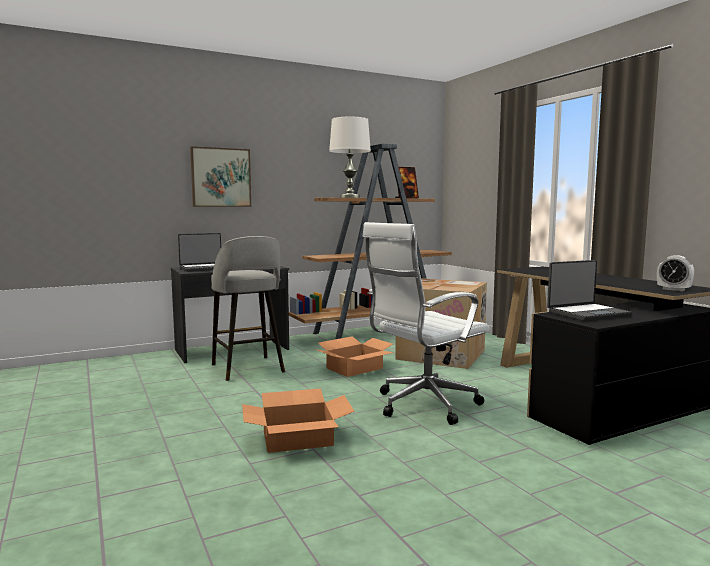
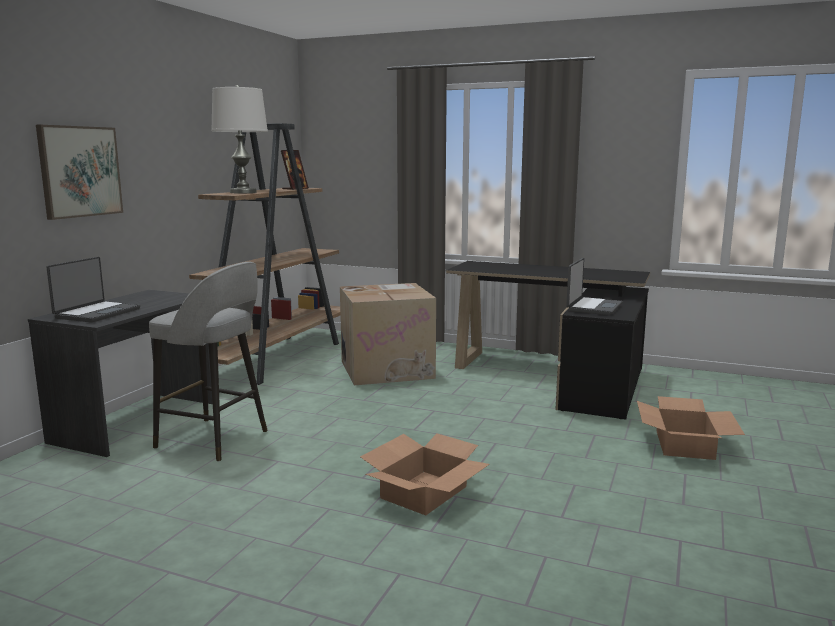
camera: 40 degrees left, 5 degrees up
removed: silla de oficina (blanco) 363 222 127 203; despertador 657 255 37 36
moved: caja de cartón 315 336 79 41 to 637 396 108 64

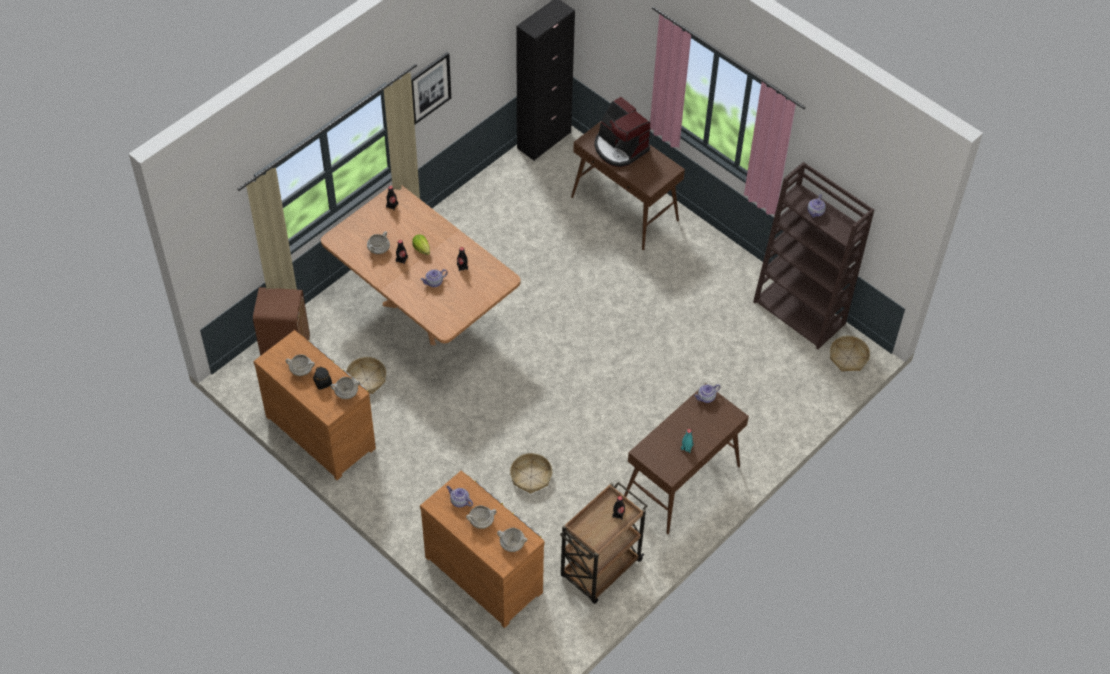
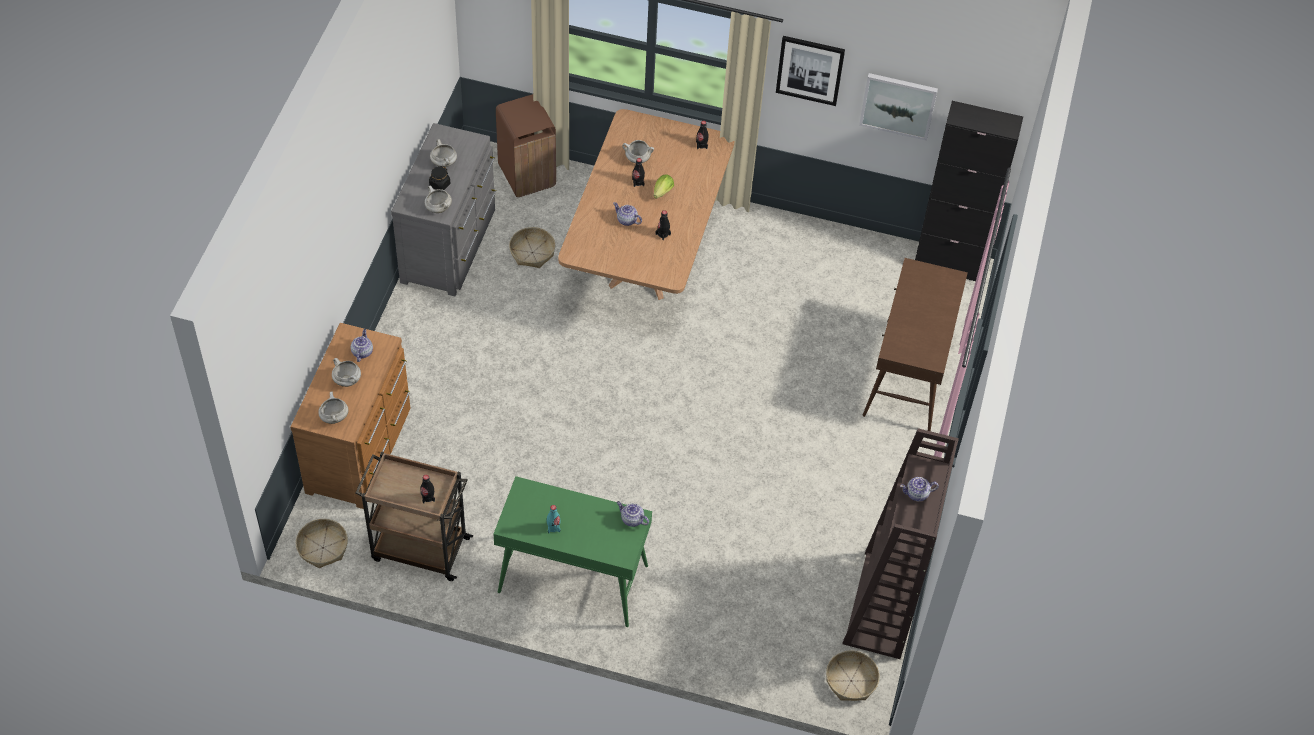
camera: 60 degrees right, 0 degrees up
removed: cafetera 594 97 57 70
added: cuadro 859 73 79 68
moved: cesta 510 453 42 41 to 296 519 52 49
recoloured: cómoda (marrón) 254 330 122 150 to cómoda (gris) 391 123 105 173; mesa consola (marrón) 624 383 125 151 to mesa consola (verde) 493 476 159 151

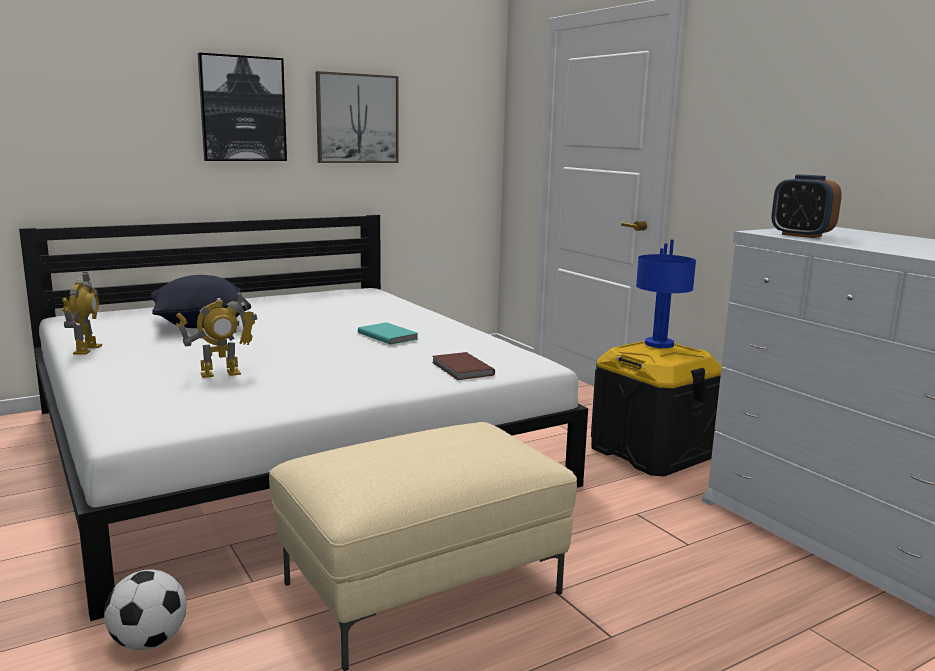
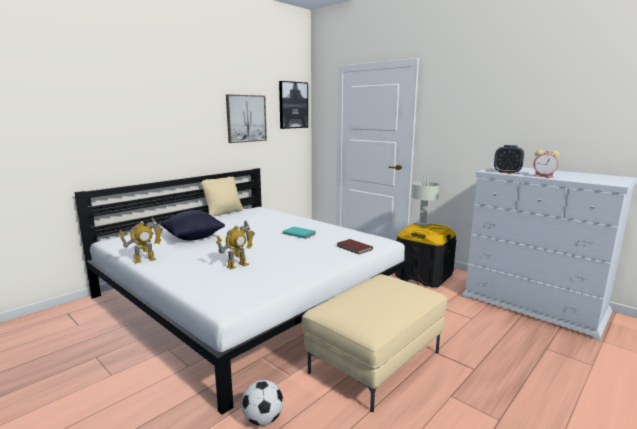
camera: 15 degrees left, 0 degrees up
added: cojín (beis) 200 177 43 39; despertador 533 150 27 28
moved: cuadro 197 53 90 108 to 279 81 29 48
recoloured: lámpara de mesa (azul) 636 239 60 109 to lámpara de mesa (gris) 411 175 29 51
turned: robot de juguete 62 272 40 82 = 119 217 44 46 75 degrees clockwise

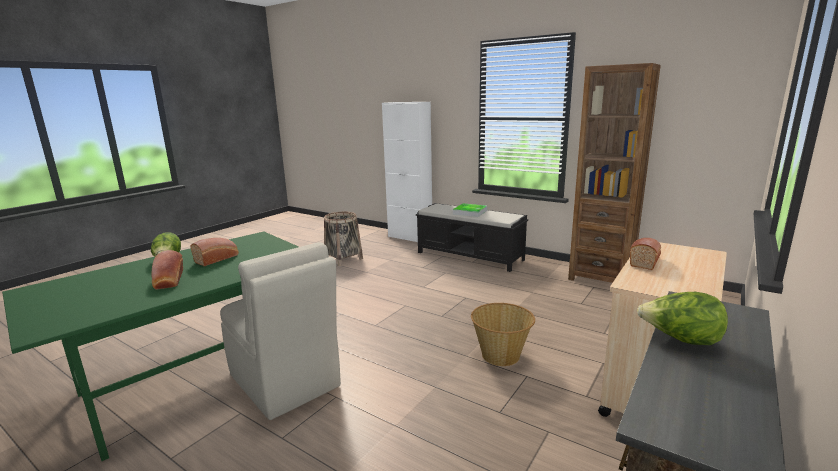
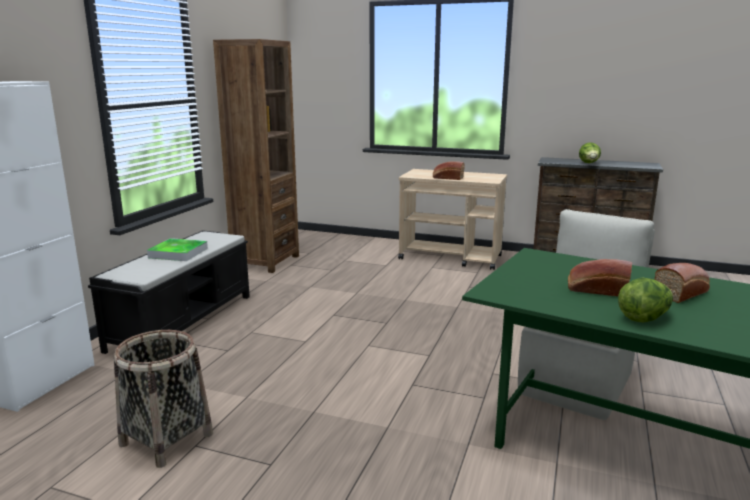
camera: 105 degrees left, 0 degrees up
removed: cesta 471 303 64 63

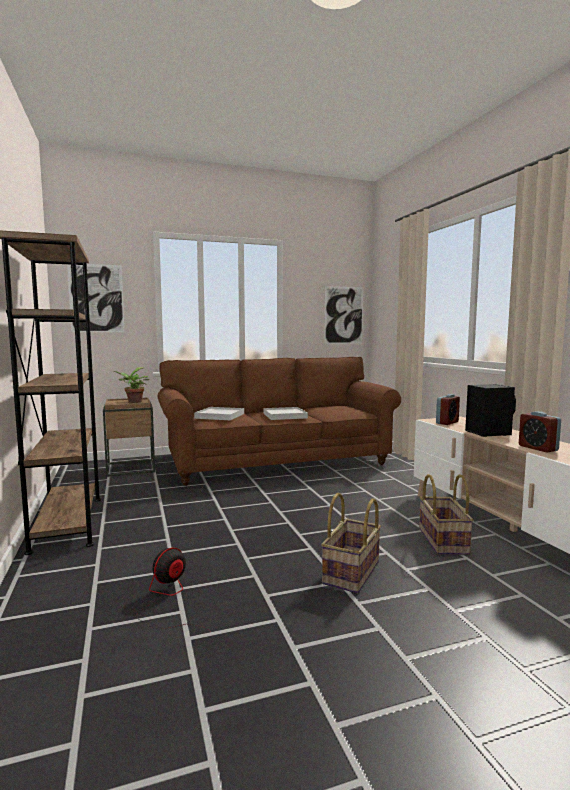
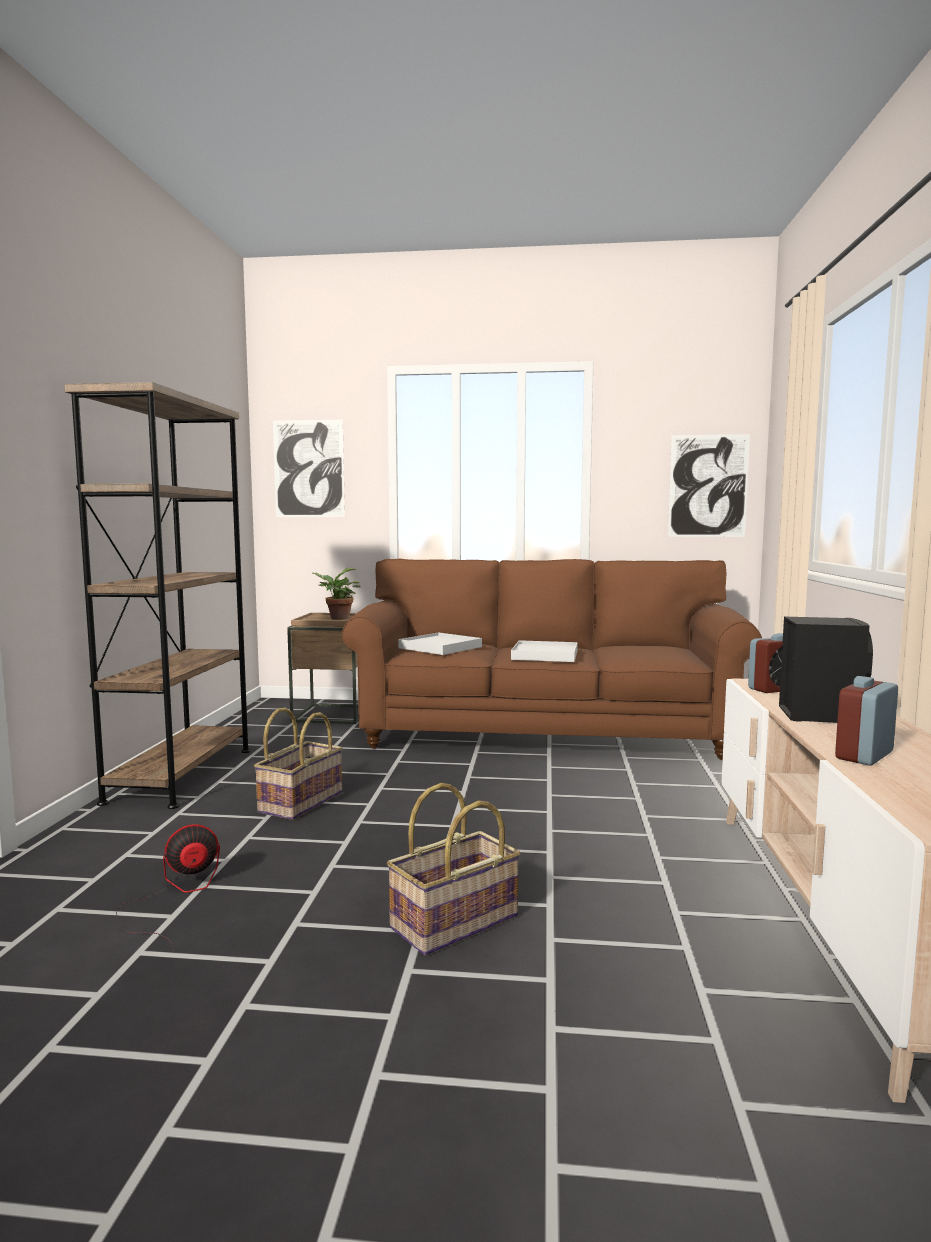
camera: 25 degrees right, 0 degrees up
moved: cesta 419 474 54 81 to 254 708 89 112
turned: despertador 519 411 42 42 = 835 676 63 90 45 degrees clockwise

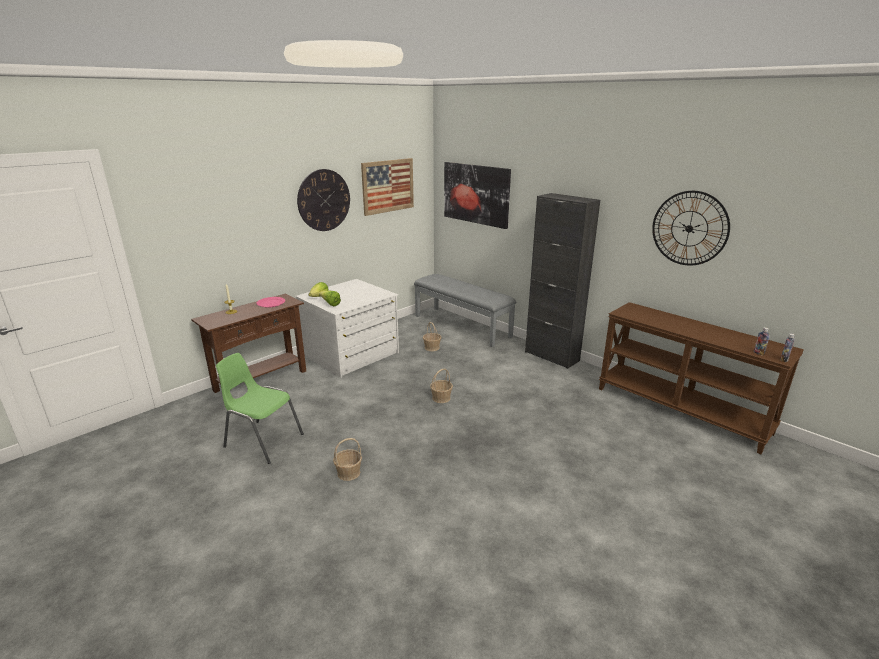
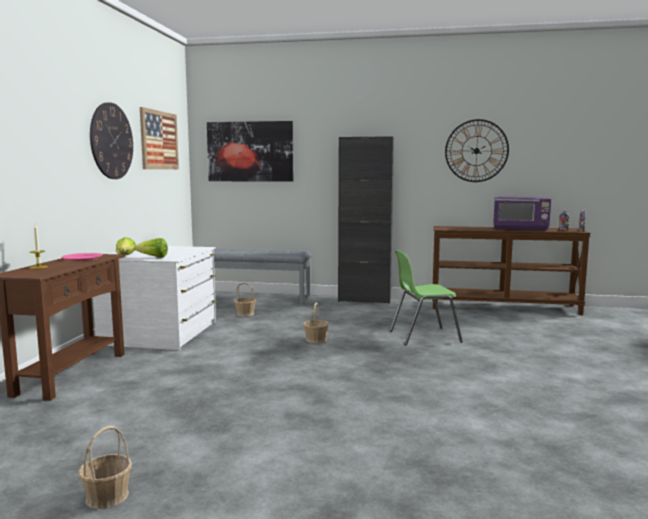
camera: 35 degrees left, 15 degrees down
added: microondas (morado) 493 196 58 35
moved: cesta 333 438 29 43 to 78 426 54 83; silla (verde) 216 353 88 111 to 390 250 73 96

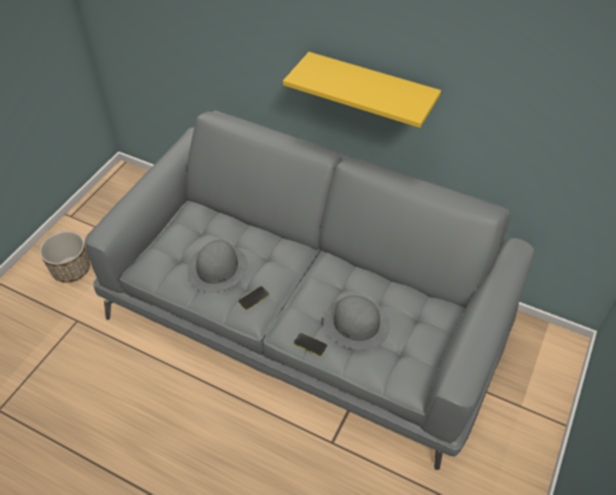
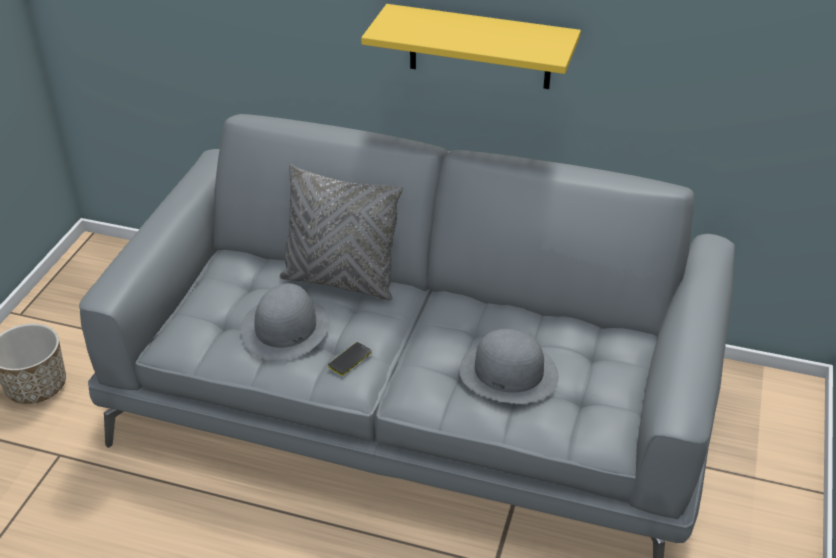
camera: 10 degrees left, 10 degrees down
removed: móvil 294 333 33 23
added: cojín (gris) 280 164 123 136

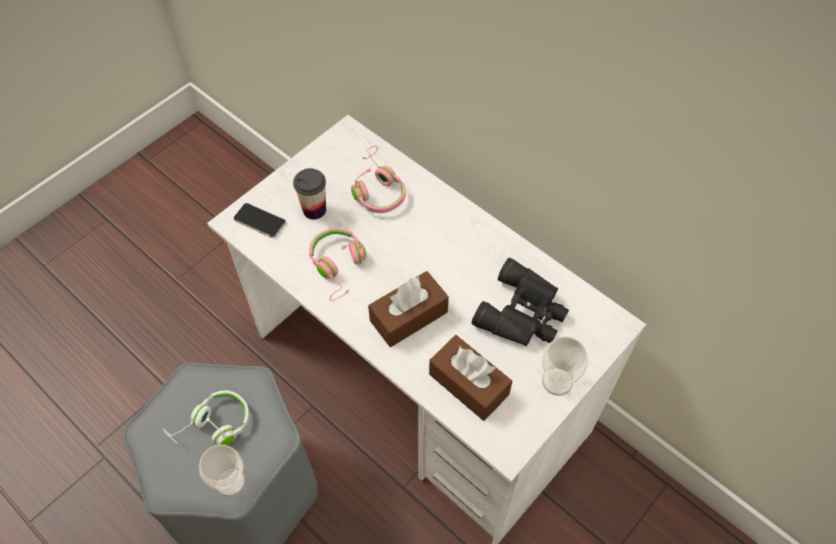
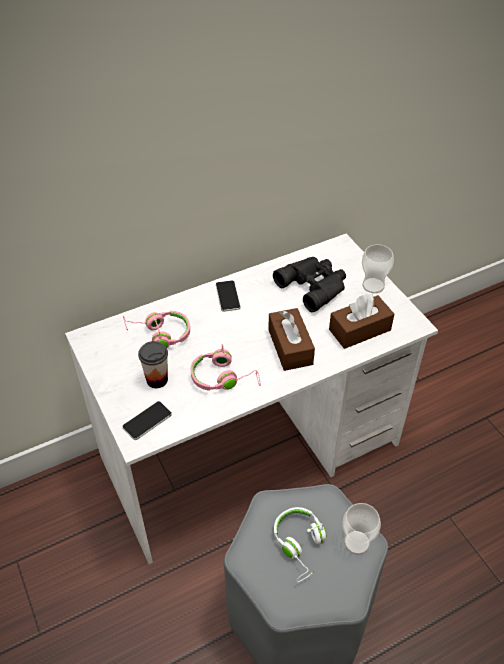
camera: 70 degrees left, 10 degrees down
added: móvil 216 280 25 32

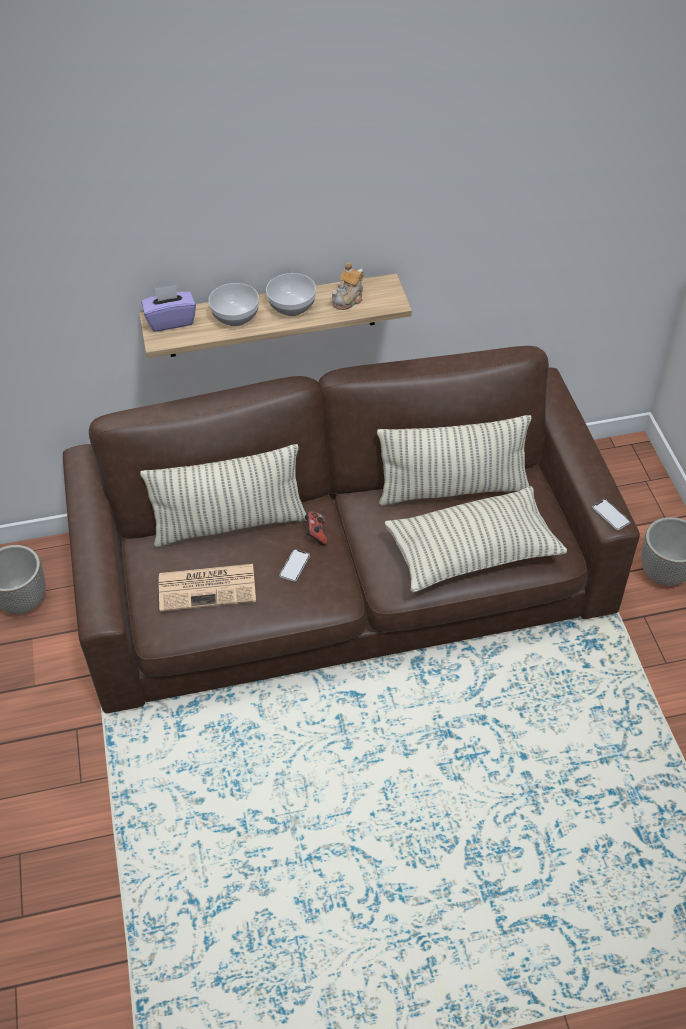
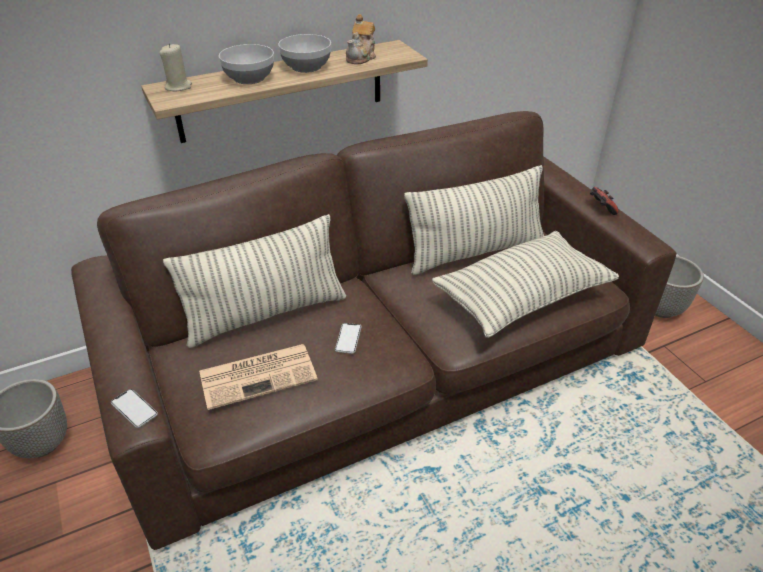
camera: 15 degrees left, 10 degrees down
moved: móvil 592 499 38 31 to 111 389 47 39; mando de consola 304 512 23 33 to 590 187 28 28
replaced: caja de pañuelos (morado) 141 285 55 47 to vela (beis) 159 43 33 48

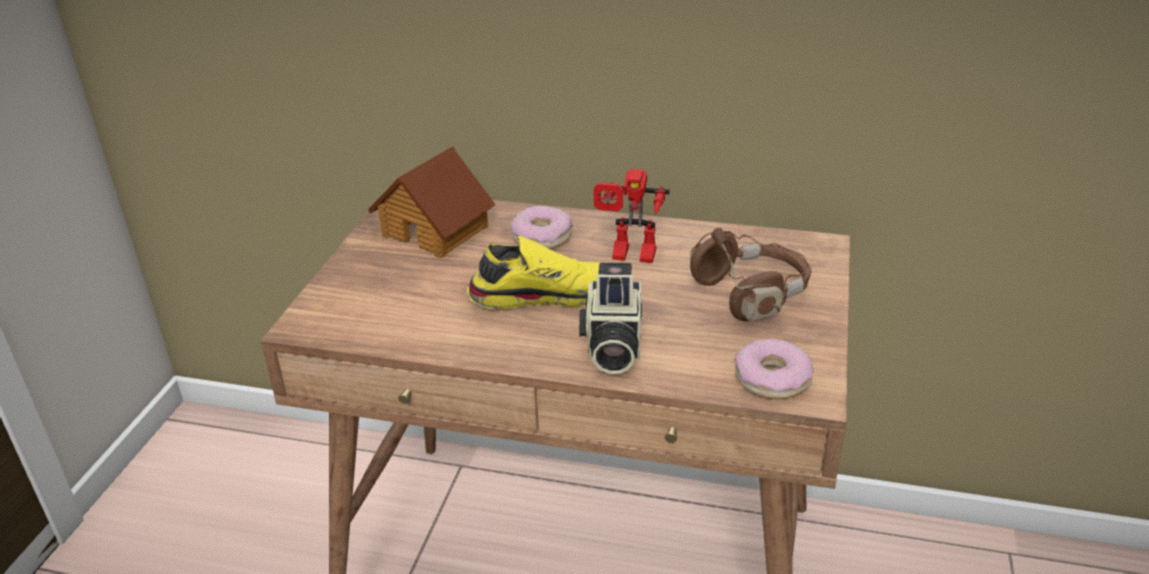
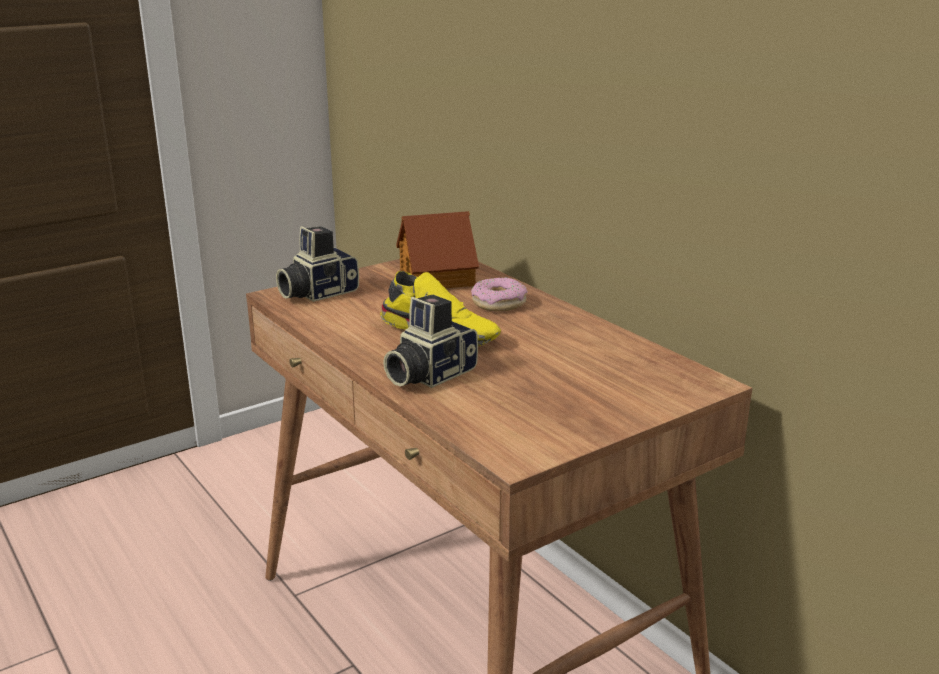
camera: 40 degrees right, 10 degrees down
removed: robot de juguete 594 169 76 94; auriculares (marrón) 690 228 122 93; rosquilla 734 338 80 61
added: cámara 276 226 83 76

